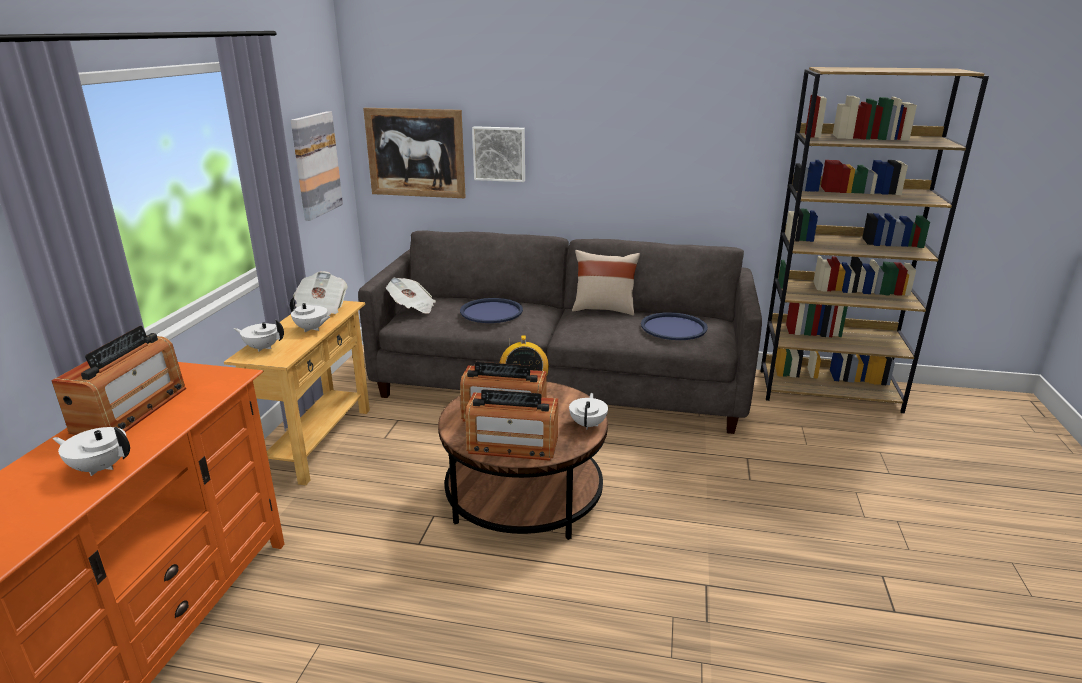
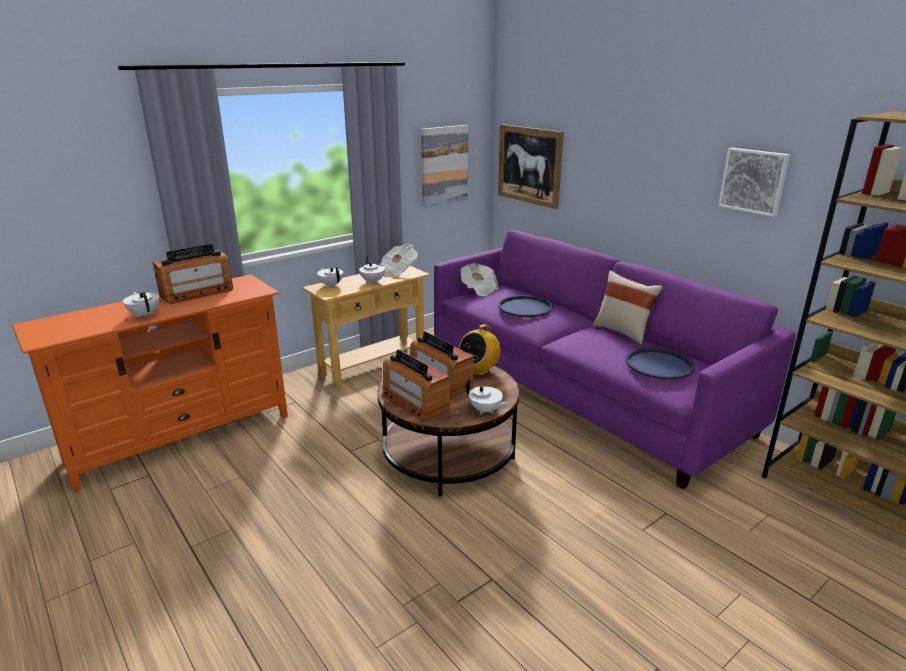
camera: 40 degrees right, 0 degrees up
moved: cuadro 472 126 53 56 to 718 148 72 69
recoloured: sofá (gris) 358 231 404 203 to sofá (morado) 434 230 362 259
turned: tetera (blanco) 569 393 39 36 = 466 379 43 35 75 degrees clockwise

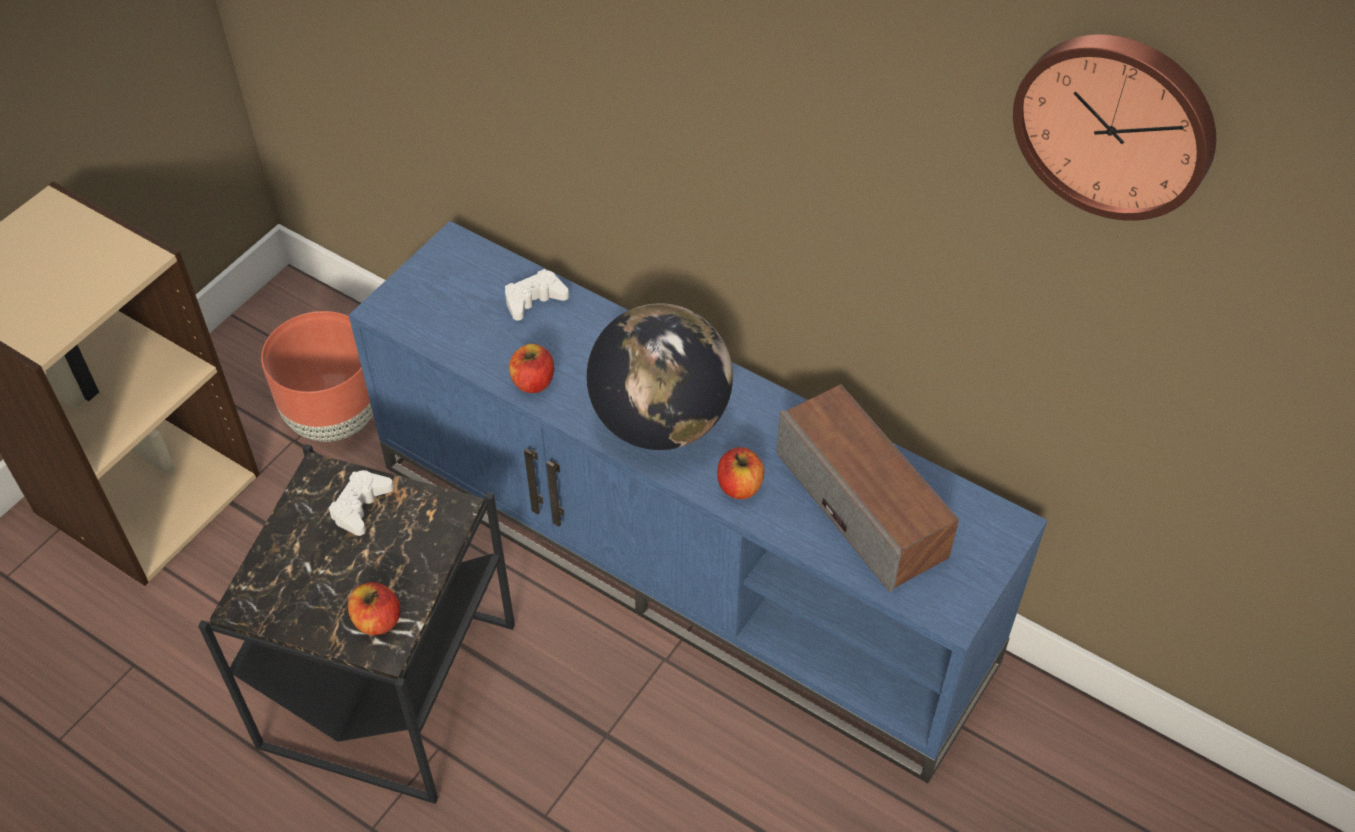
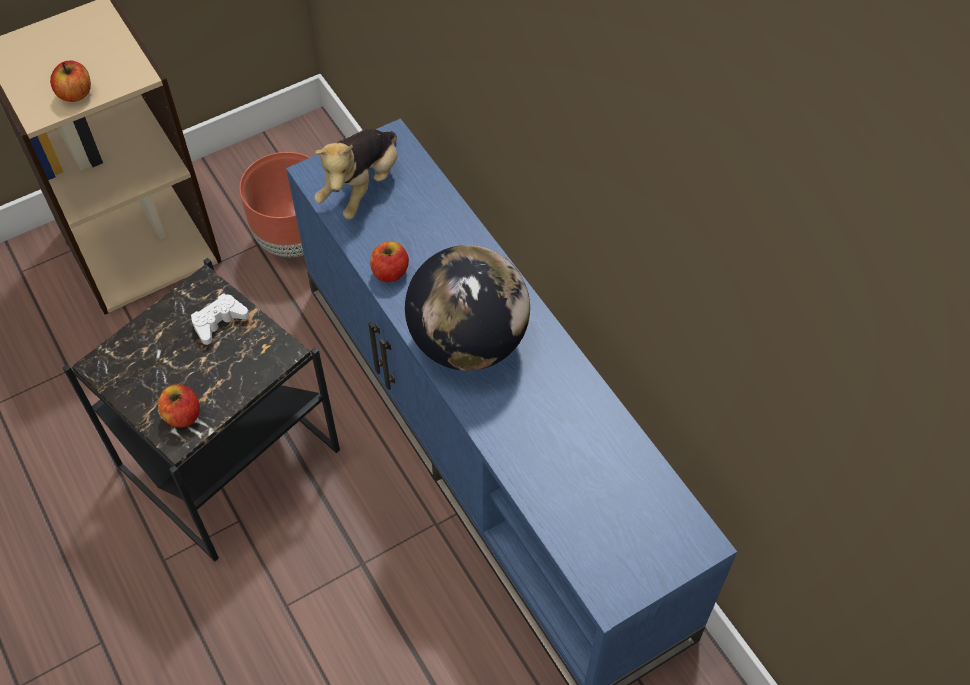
camera: 25 degrees right, 5 degrees up
removed: mando de consola (blanco) 505 269 64 52; altavoz 776 384 183 208; reloj de pared 1013 34 203 187
added: peluche 314 129 84 91
moved: manzana 717 447 47 52 to 50 60 41 42

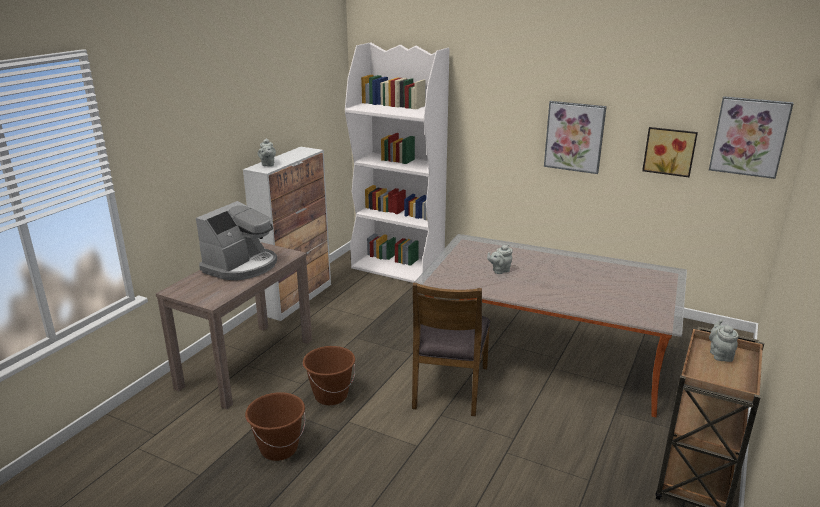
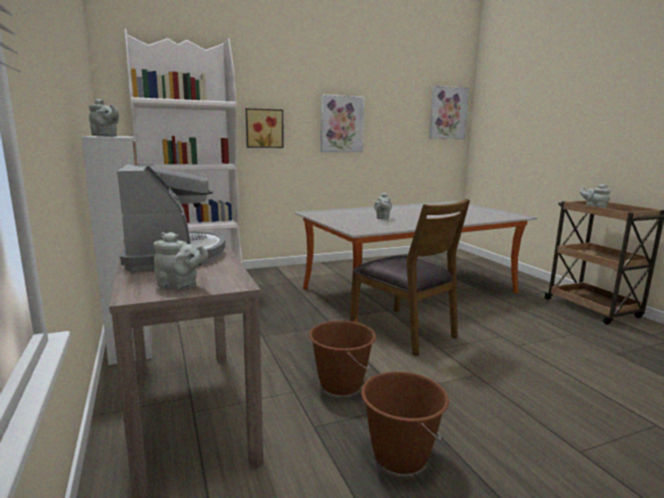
camera: 50 degrees left, 10 degrees down
added: tetera (gris) 154 232 54 57
moved: cuadro 642 127 56 50 to 246 108 38 40

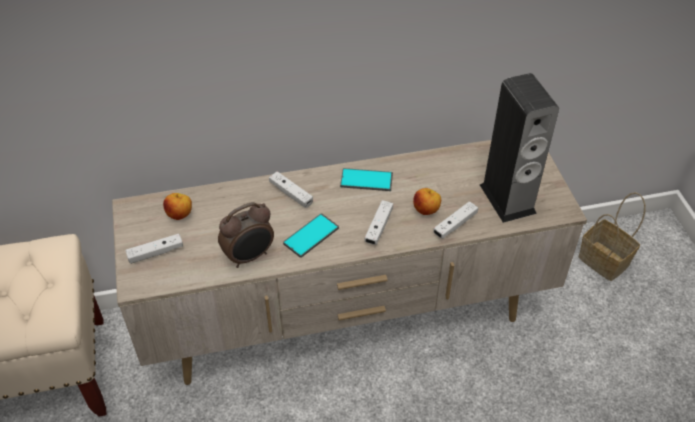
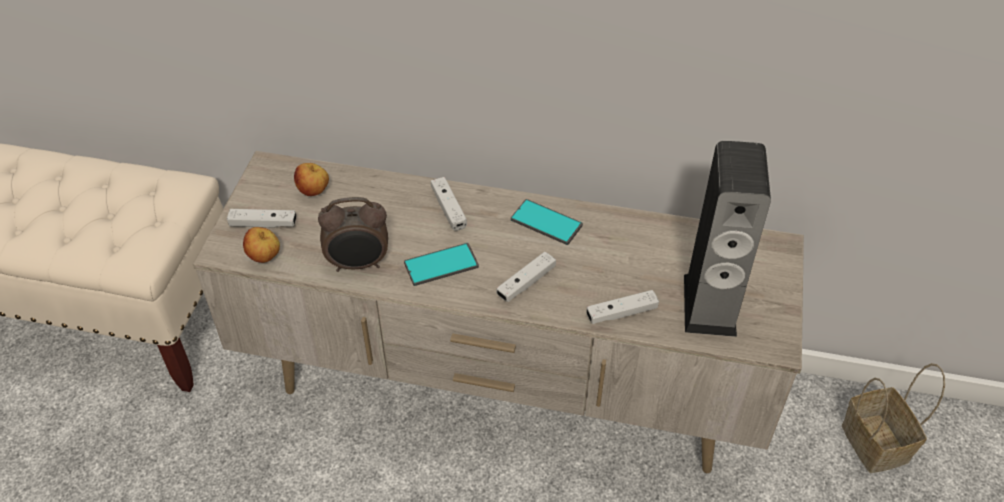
camera: 25 degrees right, 0 degrees up
moved: manzana 413 188 28 27 to 243 227 37 36

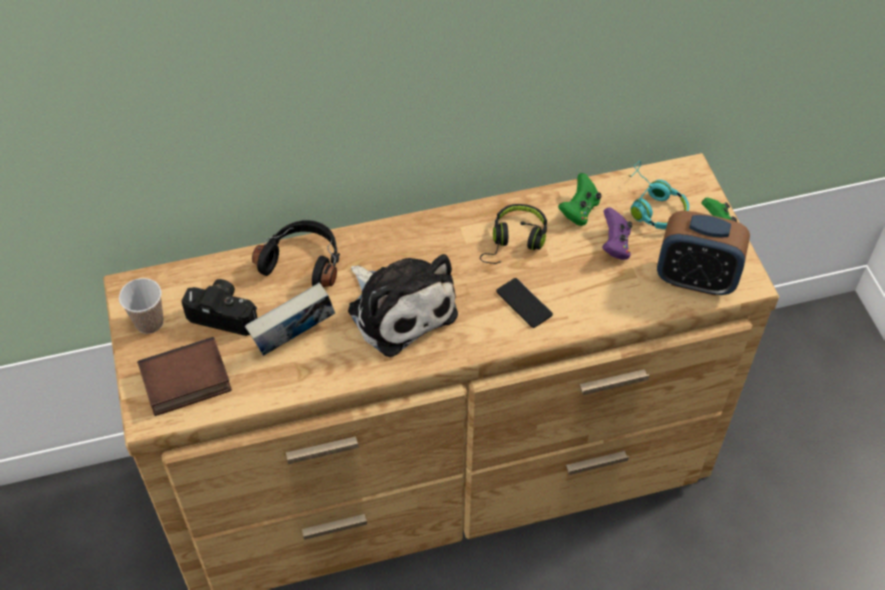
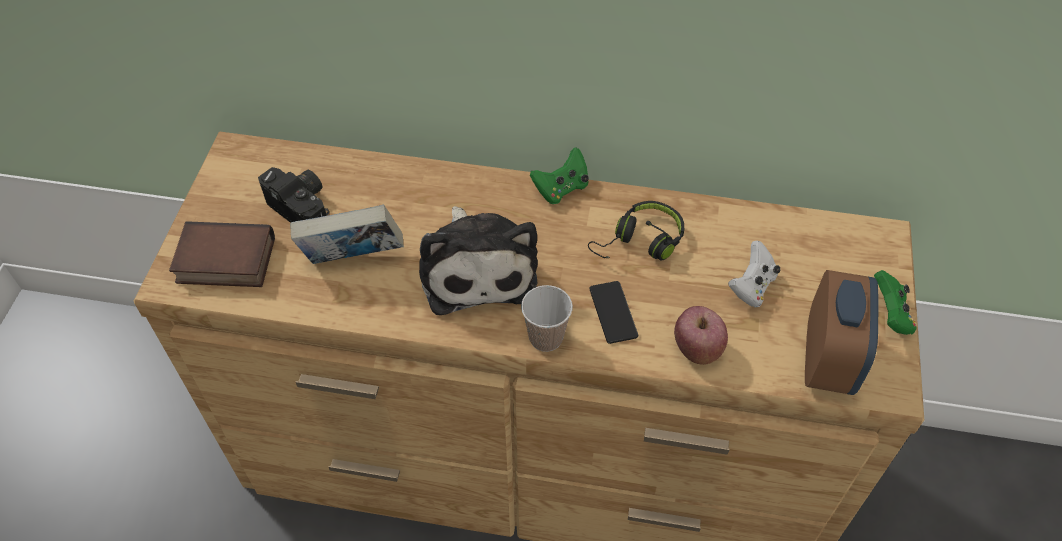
camera: 25 degrees right, 0 degrees up
removed: auriculares (negro) 252 220 88 68; auriculares (turquesa) 628 161 61 68
added: manzana 674 306 54 59
moved: taza 119 278 44 56 to 521 285 52 67; mando de consola (verde) 558 173 43 53 to 530 147 59 57
recoloured: mando de consola (morado) 602 207 30 53 to mando de consola (blanco) 728 241 52 67
turned: despertador 657 210 93 86 = 805 270 73 125 120 degrees counterclockwise

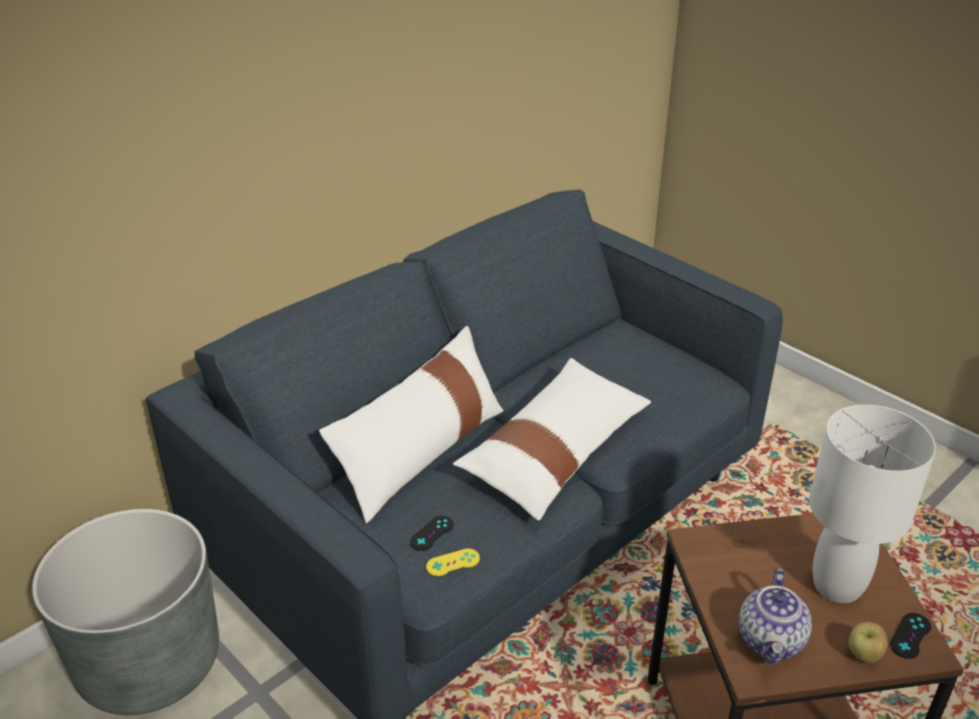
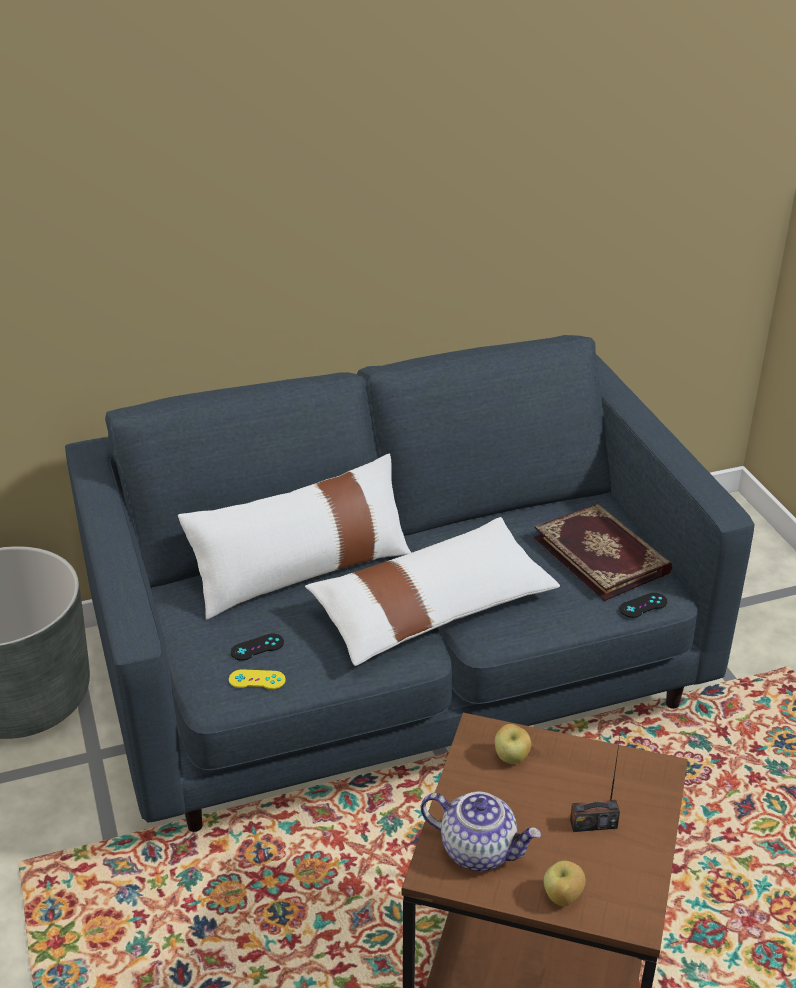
camera: 25 degrees right, 0 degrees up
added: manzana 495 724 36 39; libro 534 504 138 97
moved: mando de consola (negro) 890 613 41 46 to 620 593 47 25
replaced: lámpara de mesa (blanco) 809 405 127 198 to radio 570 732 51 100
turned: tetera 739 568 73 96 = 421 792 121 79 105 degrees counterclockwise

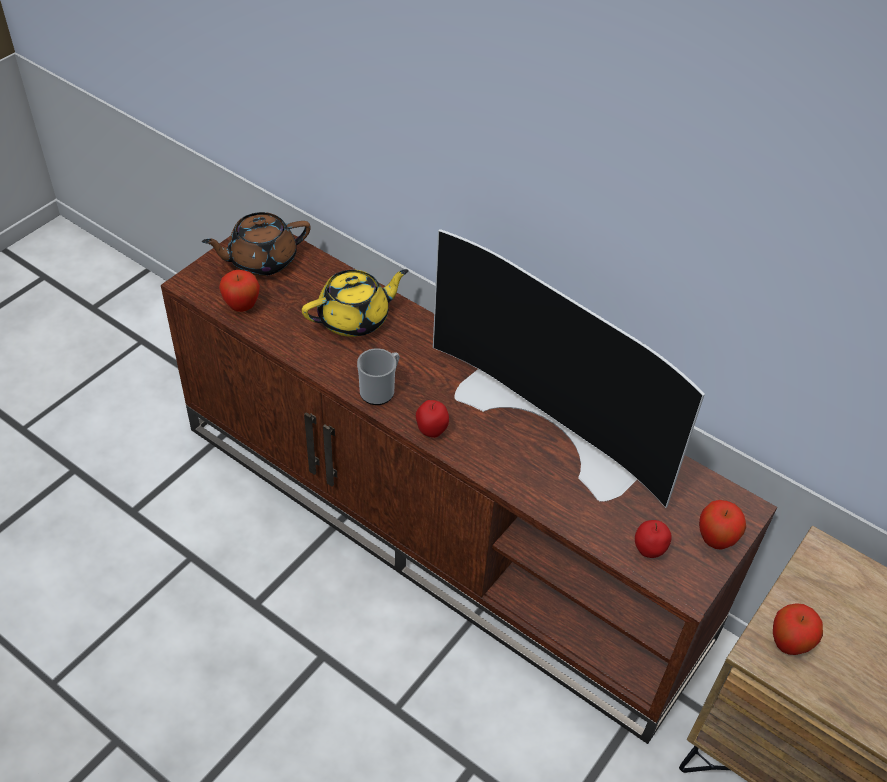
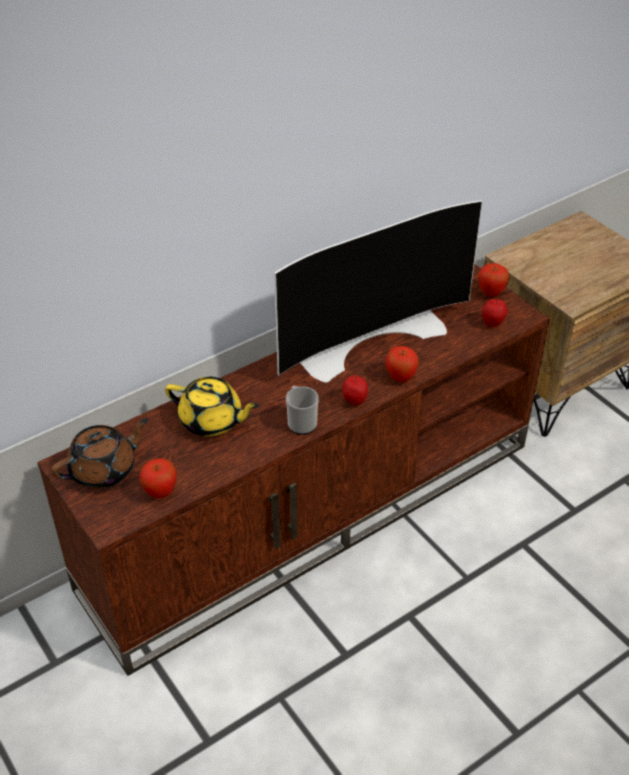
camera: 70 degrees left, 5 degrees down
moved: manzana 773 603 50 52 to 386 346 33 36
turned: tetera (marrón) 202 212 109 64 = 51 418 98 71 120 degrees counterclockwise; tetera (amarillo) 302 269 107 68 = 165 377 94 59 120 degrees clockwise

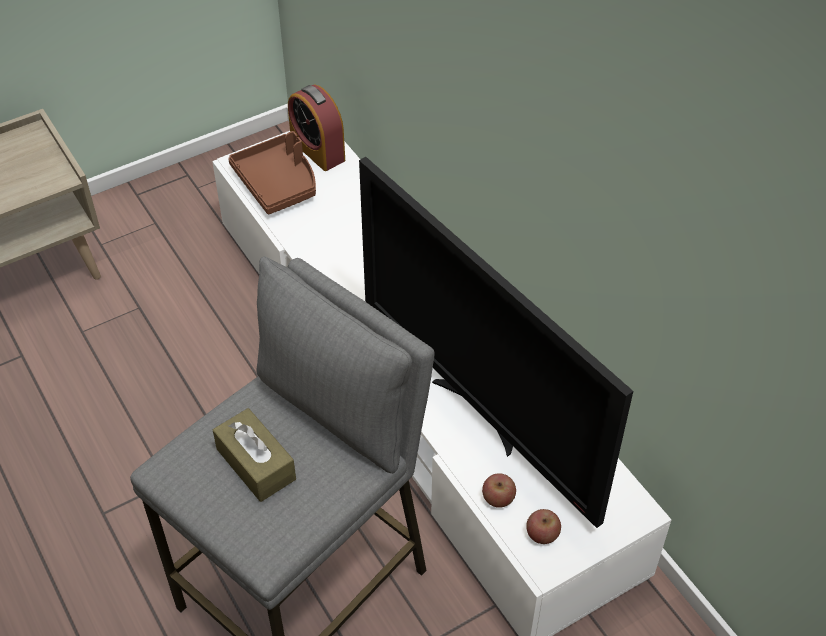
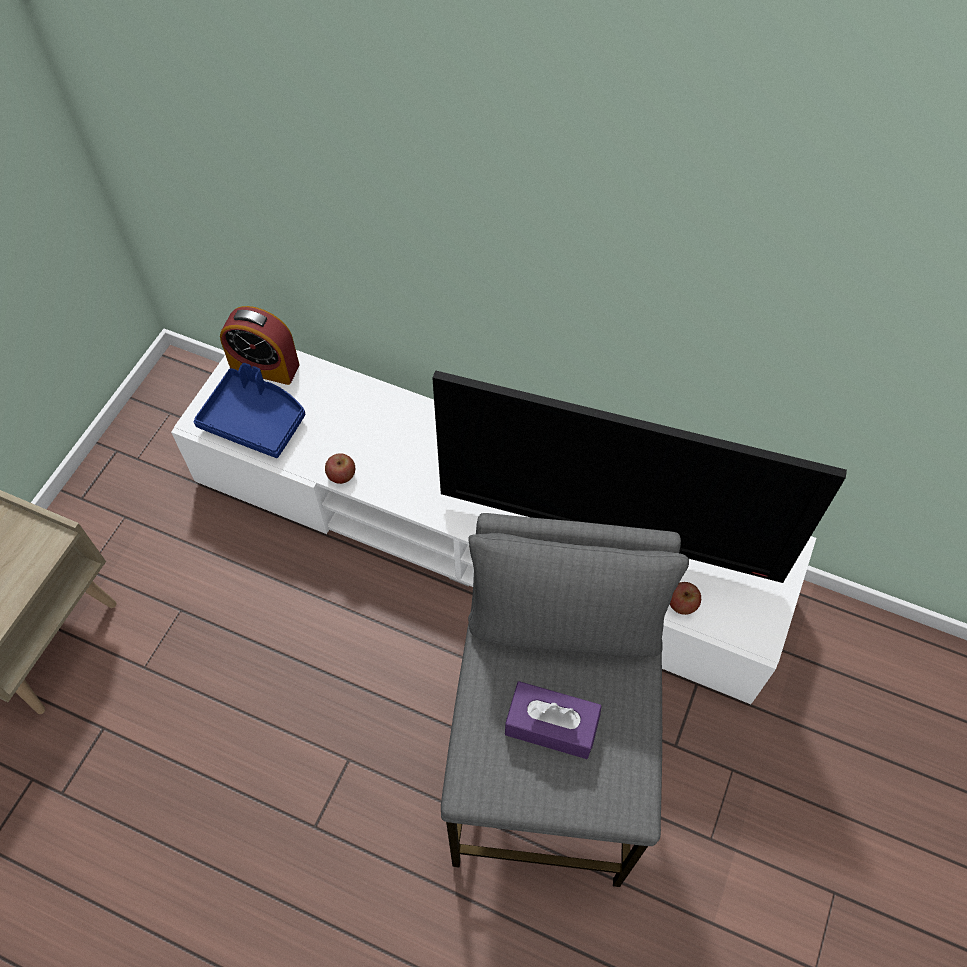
camera: 35 degrees left, 10 degrees up
moved: manzana 526 509 35 35 to 325 453 30 31
recoloured: bandeja (marrón) 228 131 88 83 to bandeja (azul) 194 363 111 95; caja de pañuelos (marrón) 213 408 83 94 to caja de pañuelos (morado) 505 681 97 78

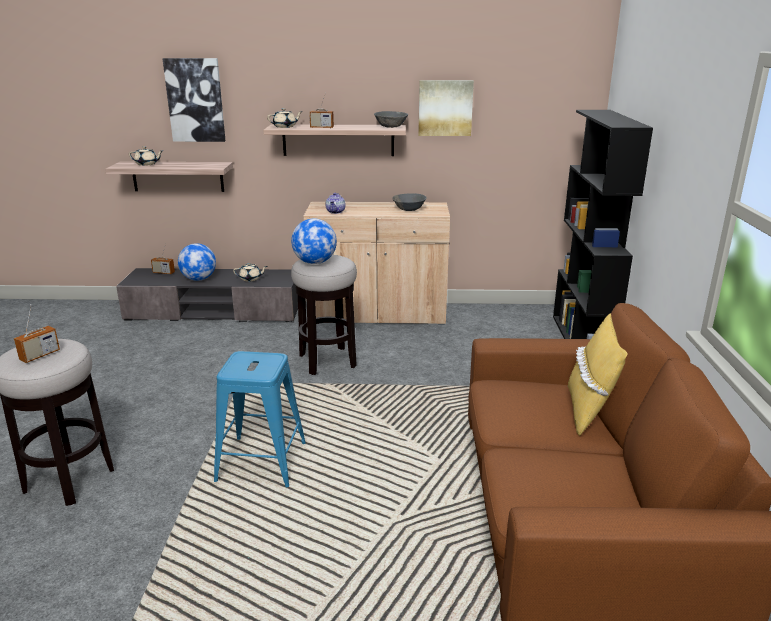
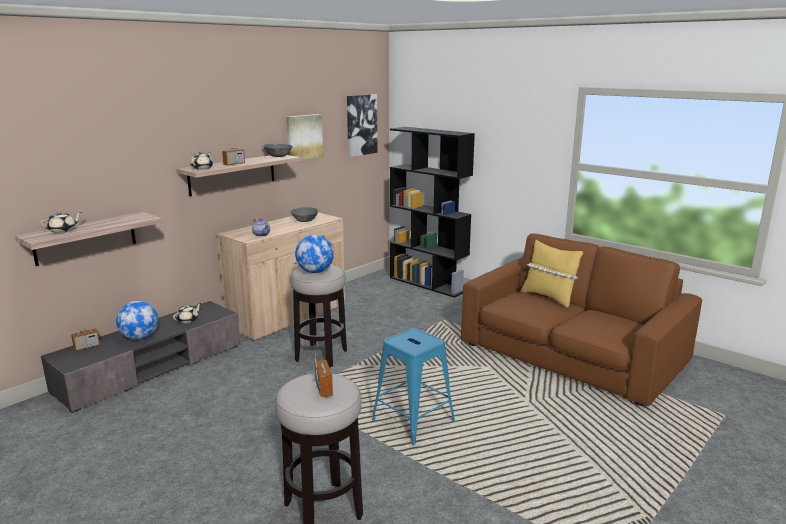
camera: 50 degrees left, 5 degrees down
moved: cuadro 163 58 62 84 to 347 94 30 63

